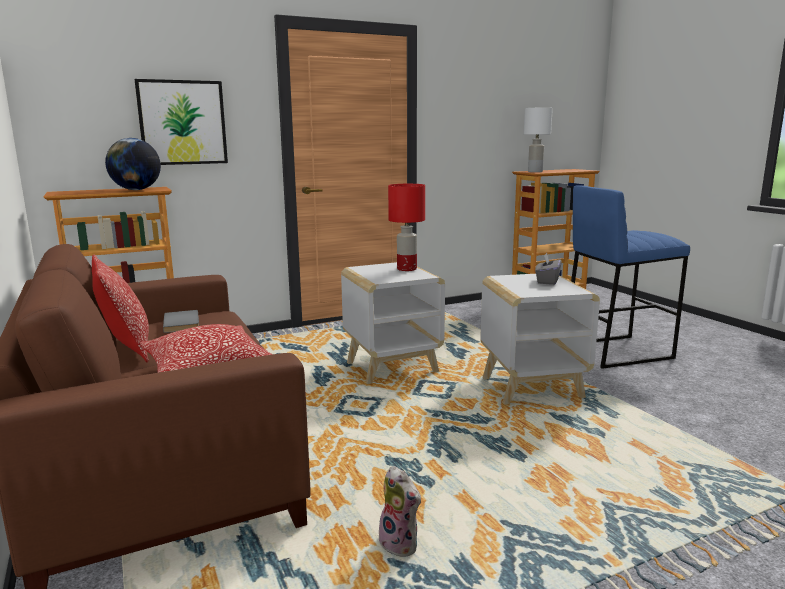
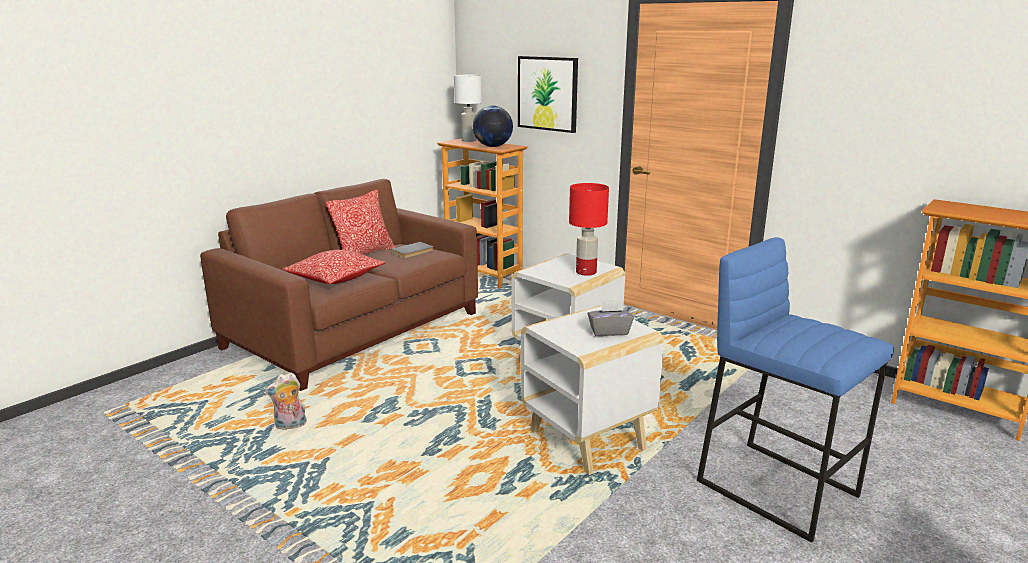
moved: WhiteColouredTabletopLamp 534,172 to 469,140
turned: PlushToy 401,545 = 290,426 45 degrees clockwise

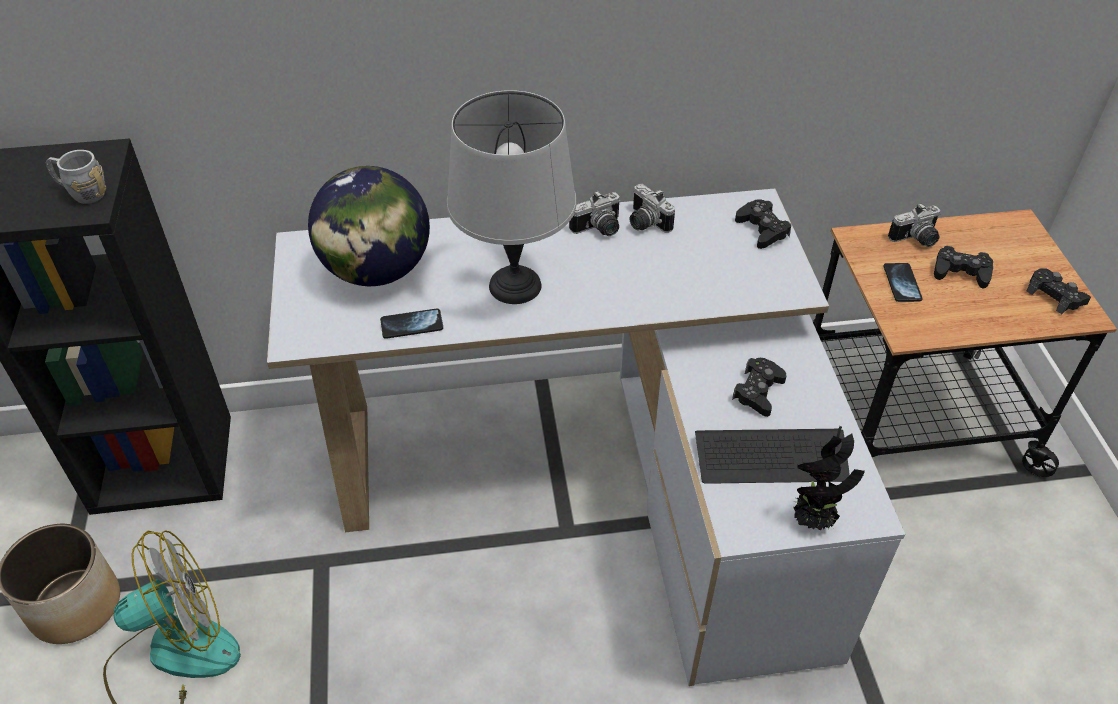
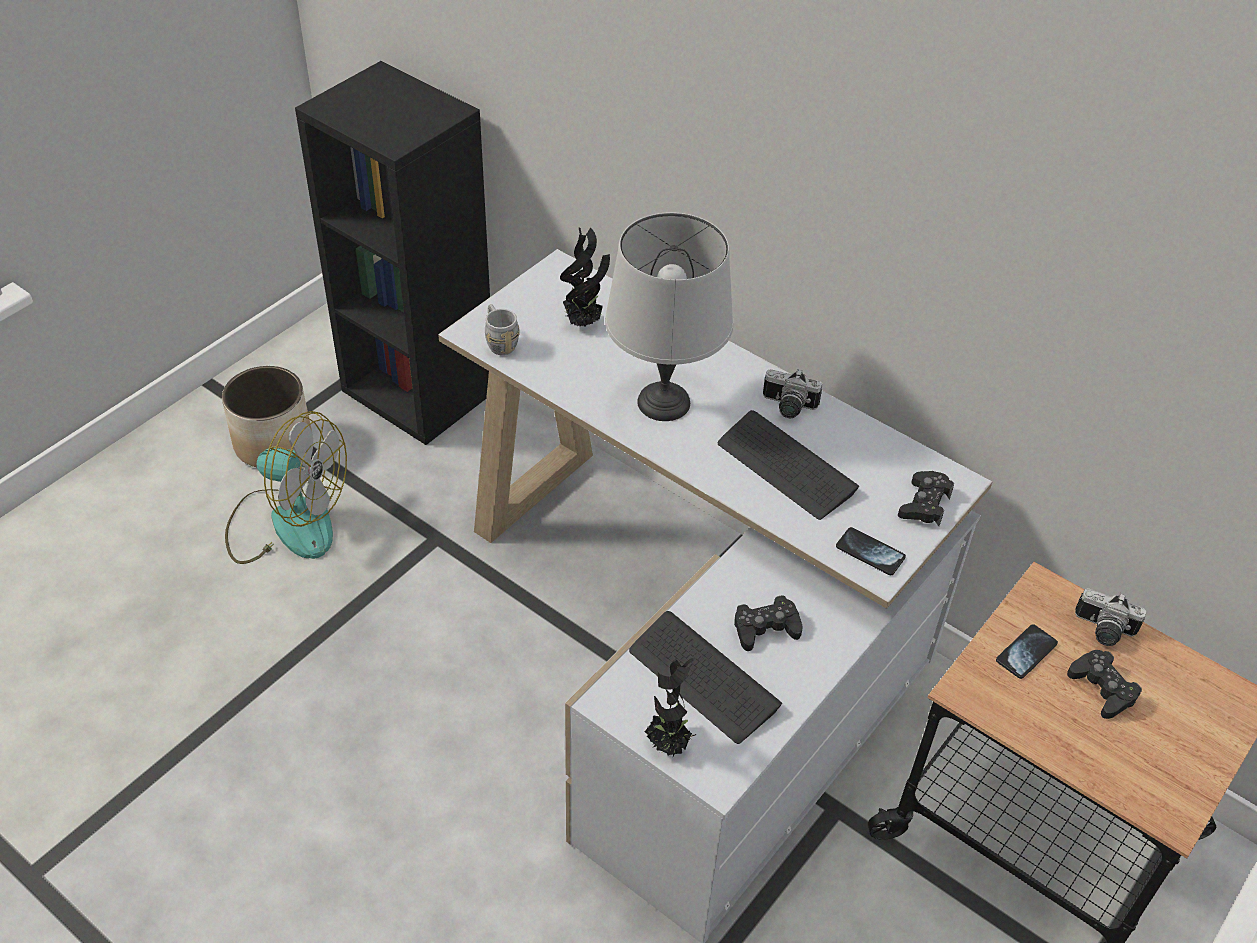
removed: PhotoCamera 645,223; BlackishGamepad 1055,296
added: PcKeyboard 785,467
moved: GreyishCoffeeMug 82,193 to 499,342; Telephone 412,325 to 870,552
replaced: Globe 376,271 to Houseplant 584,322

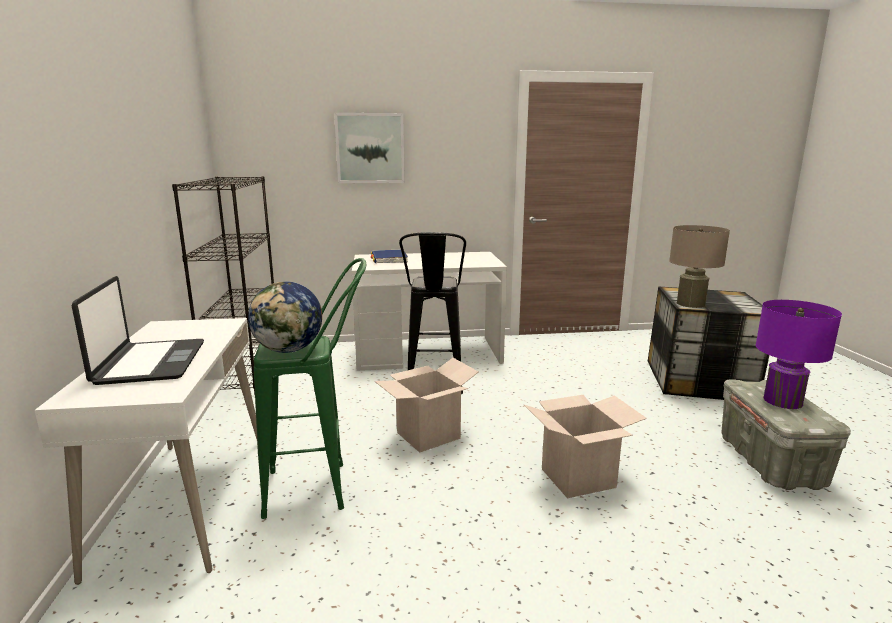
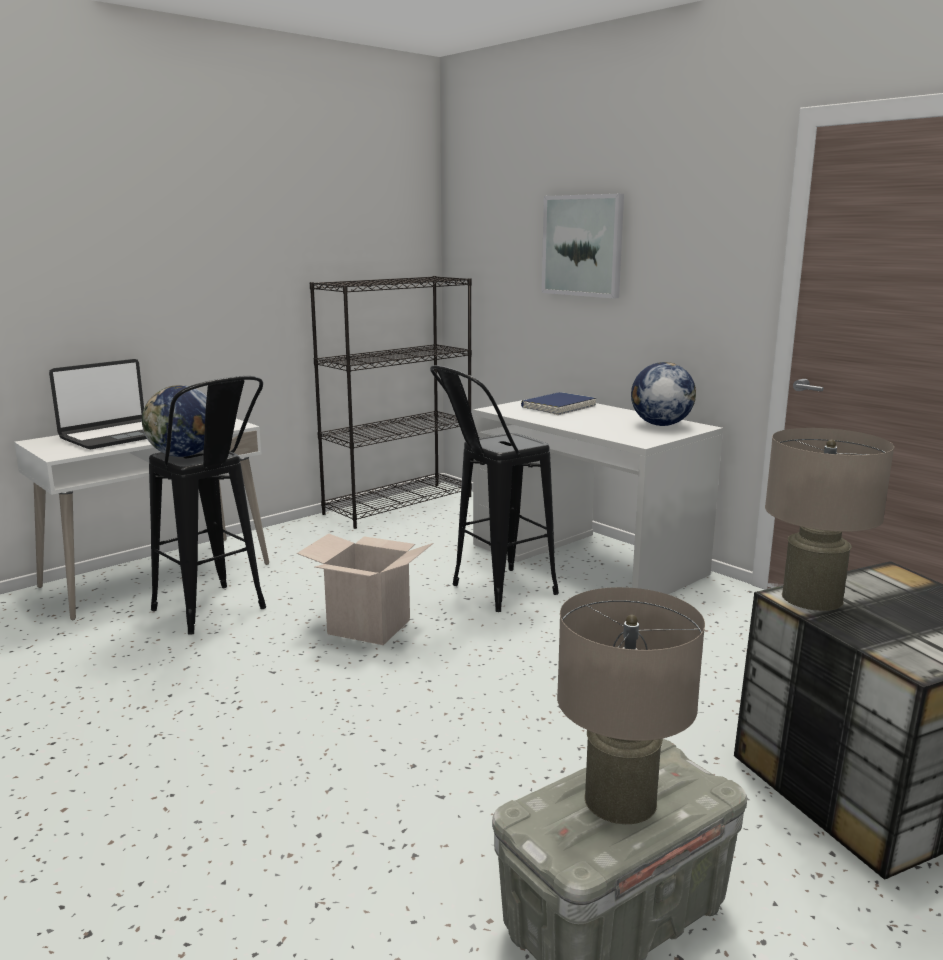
removed: CardboardBox 578,478
added: Globe 660,425
recoloured: GreenStoolSeat 322,488 to BlackishStoolSeat 217,615; PurpleTabletopLamp 783,401 to BeigeColouredTabletopLamp 620,800

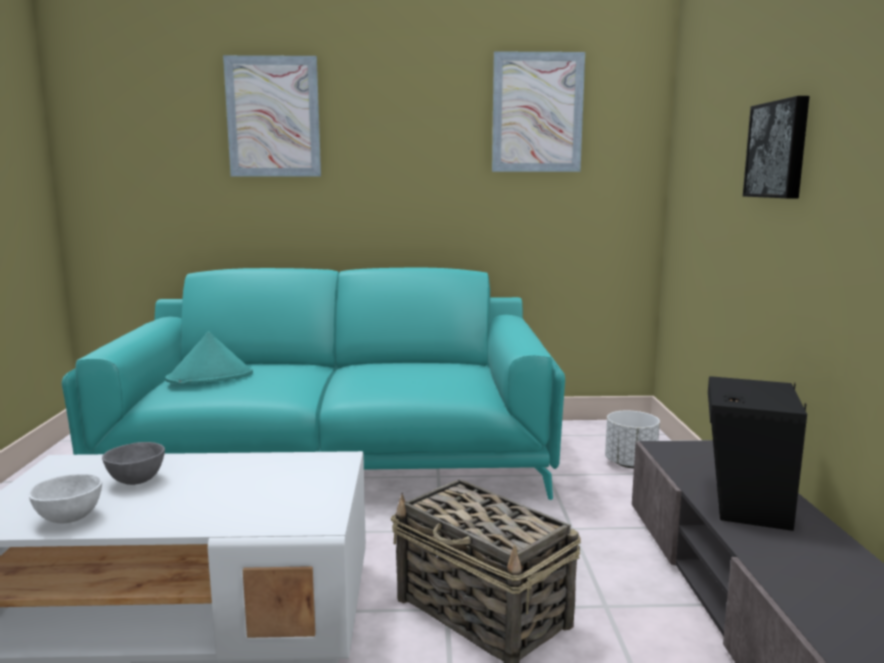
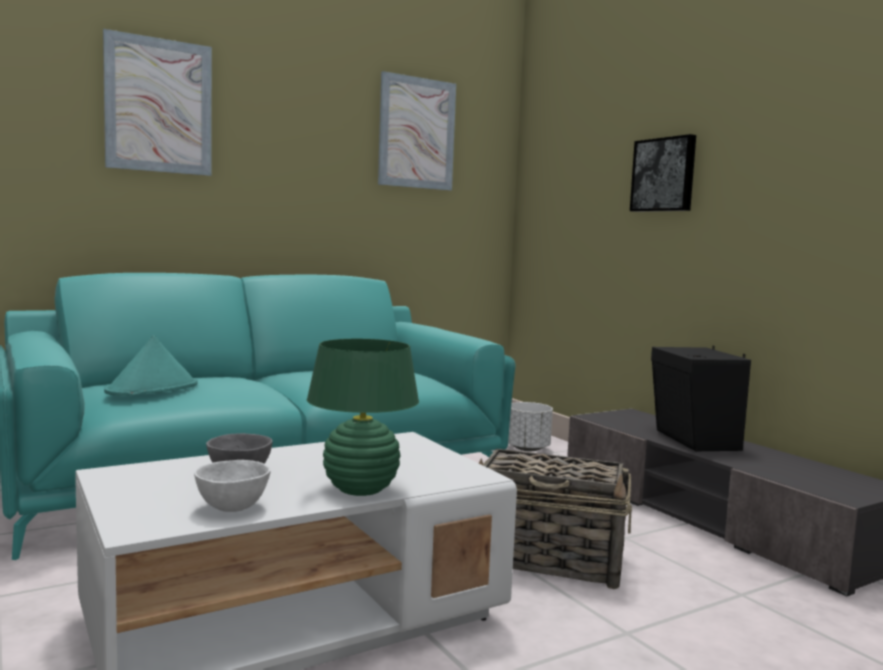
added: GreenTabletopLamp 360,489

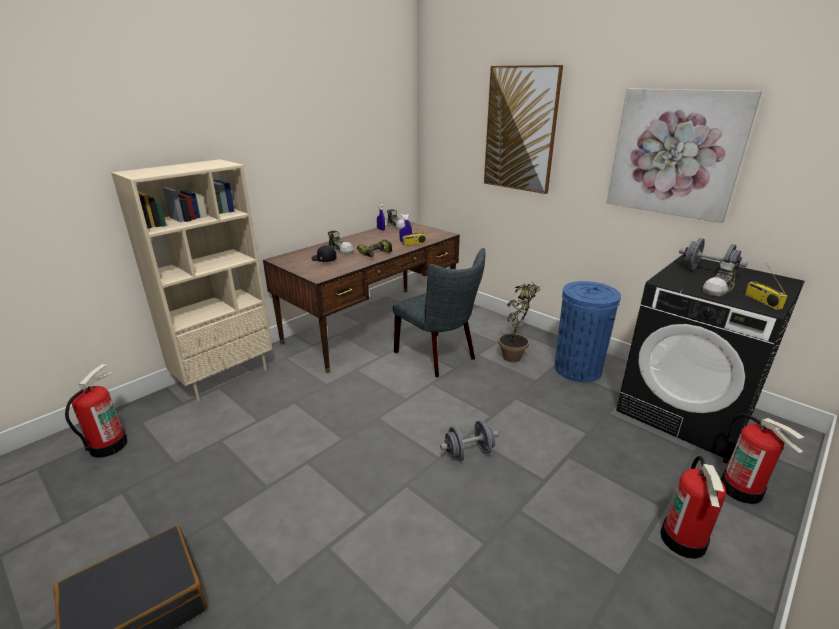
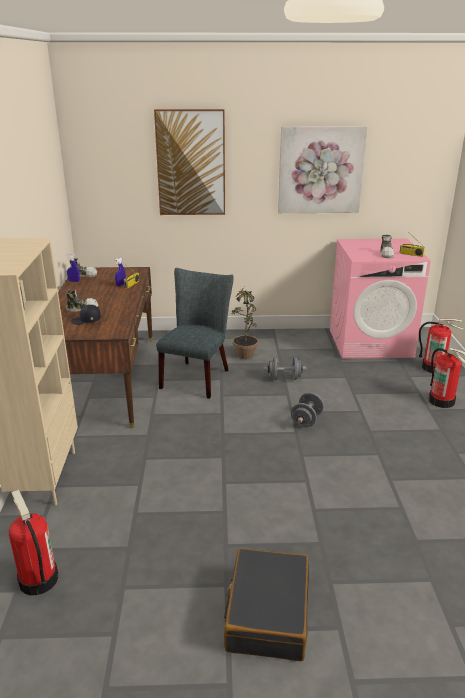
removed: Drill 376,254; BlueColouredTrashCan 578,369
moved: GreyishHandWeight 707,272 to 284,378
recoloured: BlackishLaundryMachine 686,411 to PinkColouredLaundryMachine 370,343
turned: GreyishUprightChair 439,356 = 197,377 75 degrees counterclockwise

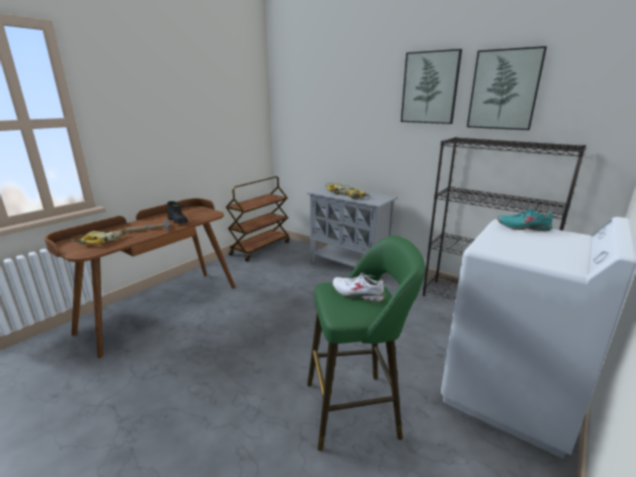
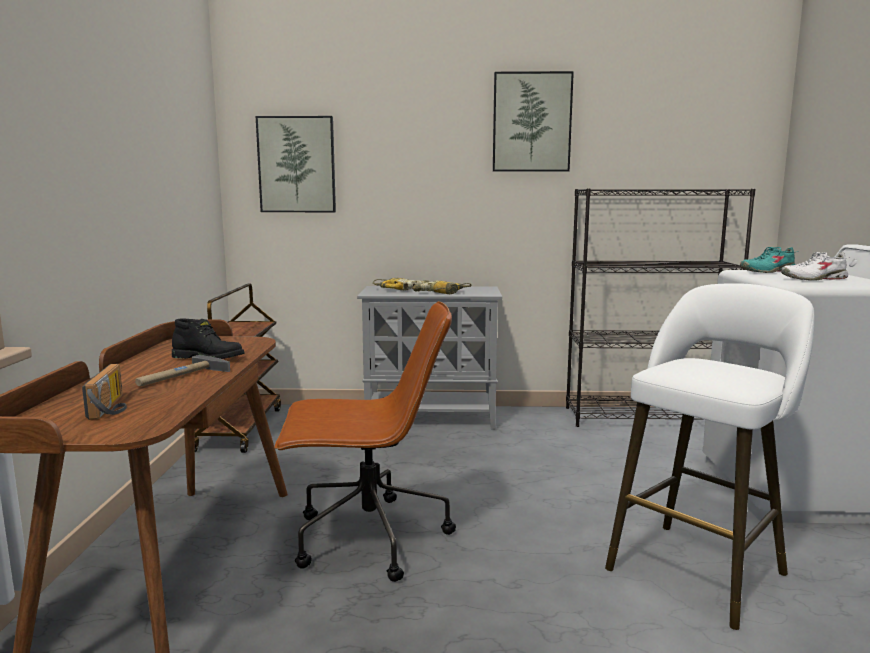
added: BrownColouredDeskChair 367,538
moved: WhiteColouredLowShoe 357,294 to 813,279; WallPicture 504,90 to 297,165
replaced: Drill 101,240 to RadioReceiver 113,407
recoloured: GreenStoolSeat 357,408 to WhiteColouredStoolSeat 700,567

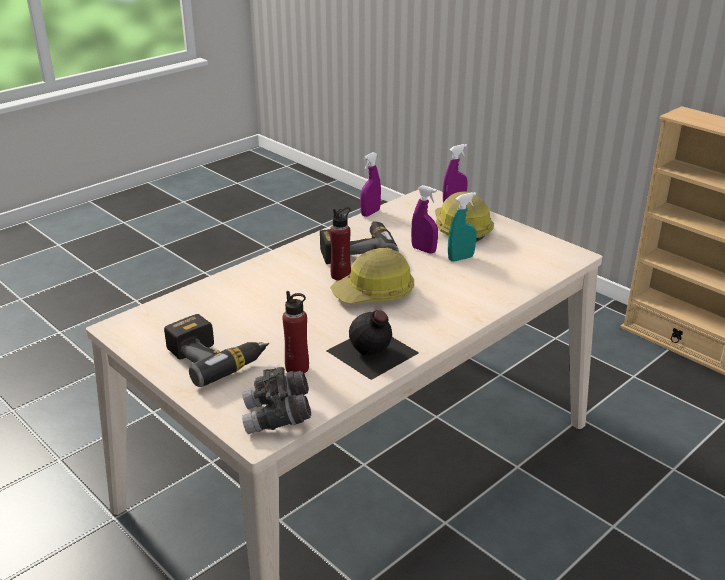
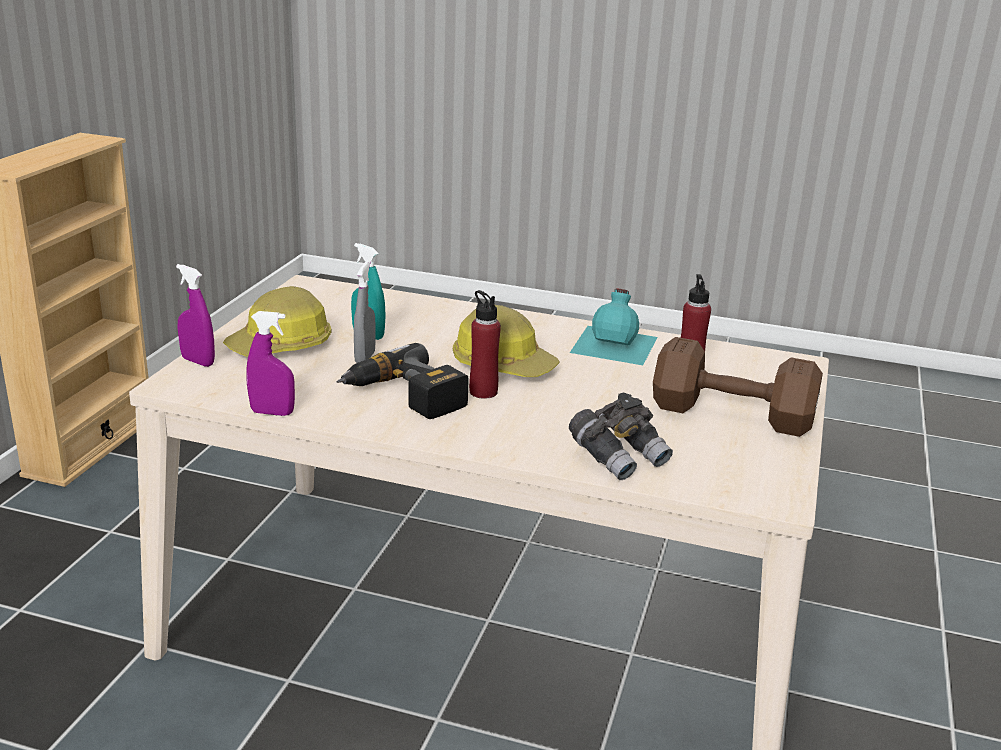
moved: GreyishFieldGlasses 277,417 to 619,457
replaced: Drill 216,357 to BrownColouredHandWeight 735,416
recoloured: BlackishBeverageBottle 372,352 to TurquoiseBeverageBottle 616,344; PurpleSprayer 423,250 to GreyishSprayer 365,357

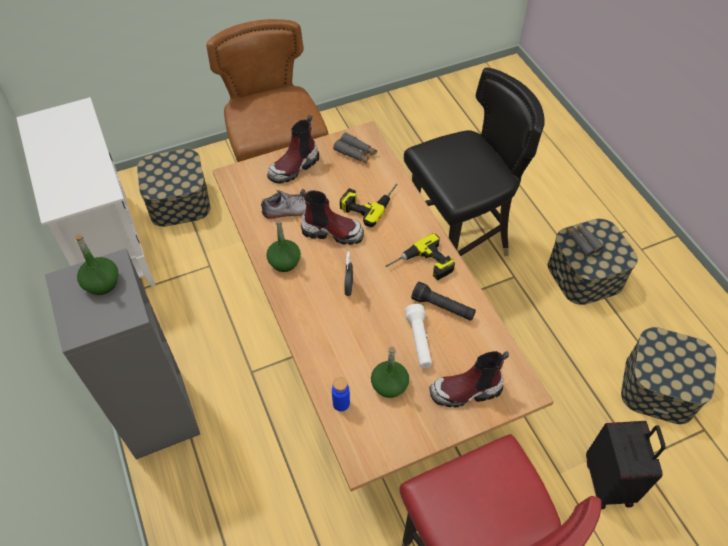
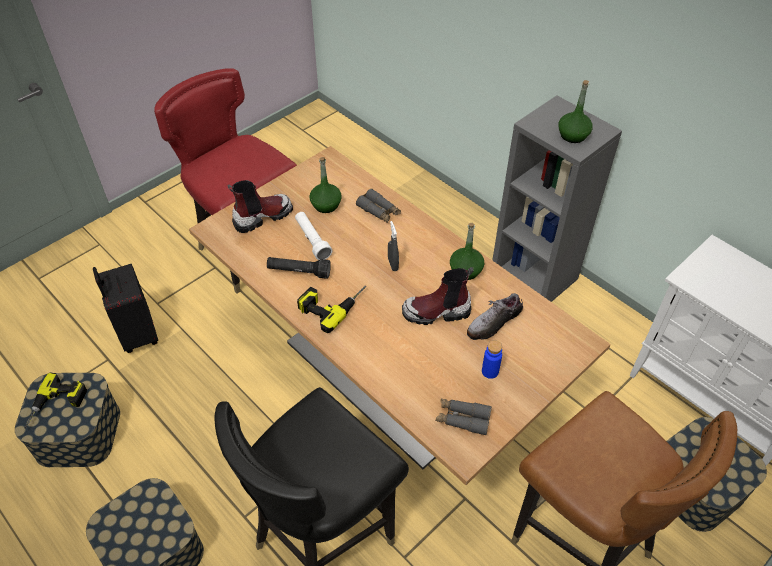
removed: TallBoot 294,167
moved: BlueColouredBeverageBottle 341,403 to 490,371; Drill 369,201 to 57,406; GreyishFieldGlasses 583,242 to 379,211

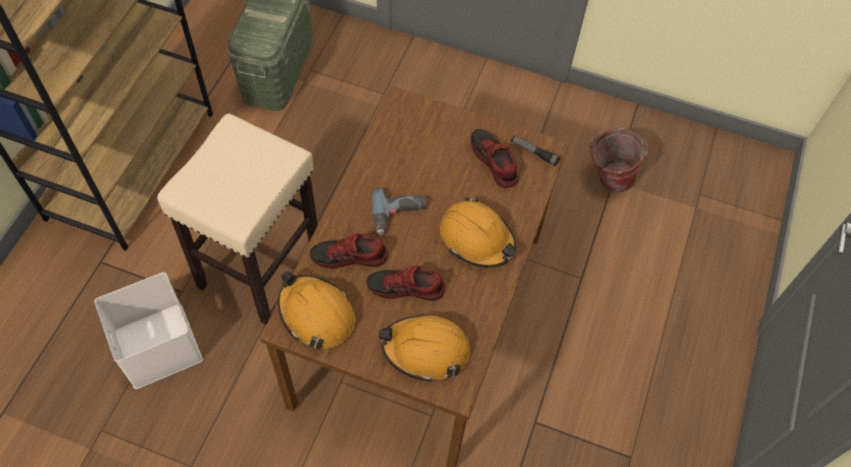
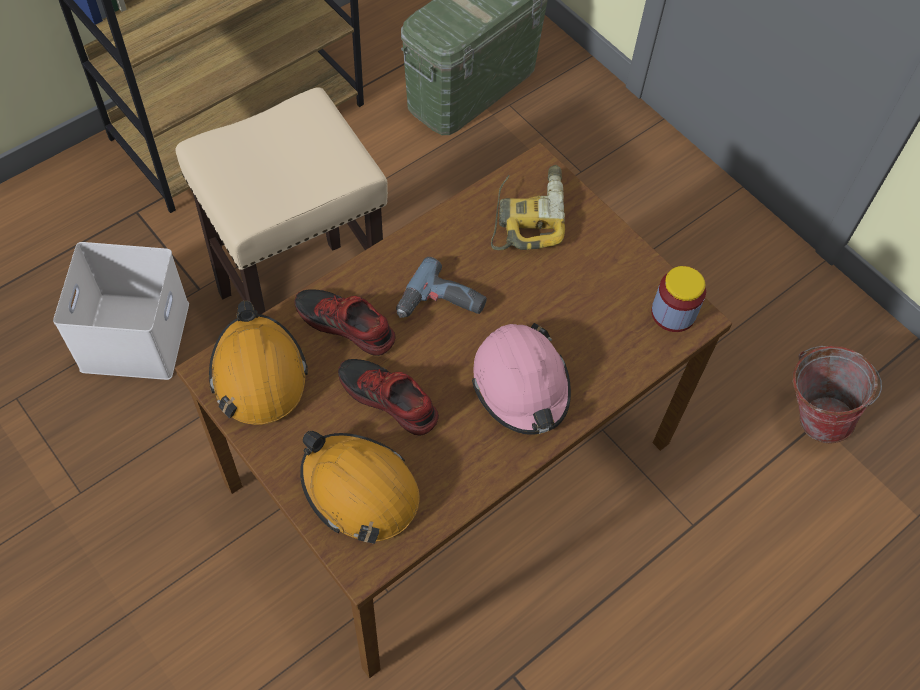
removed: LowShoe 493,162
added: Drill 527,214
replaced: HandTorch 534,153 to PreserveJar 673,313
recoloured: OrangeColouredWorkHelmet 477,239 to PinkColouredWorkHelmet 521,385

